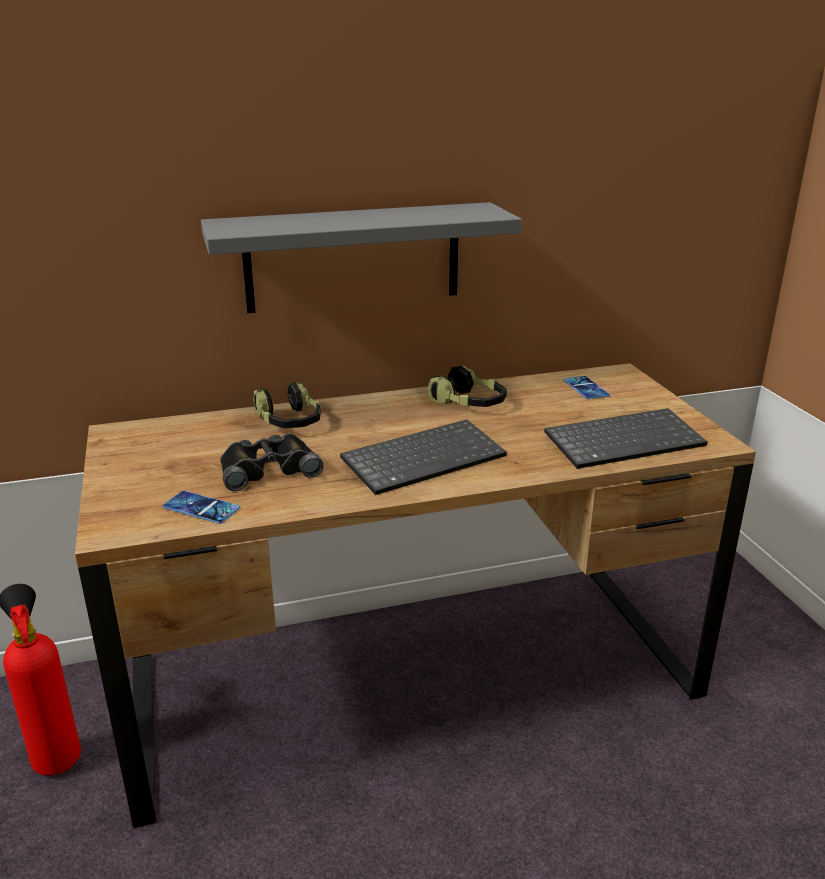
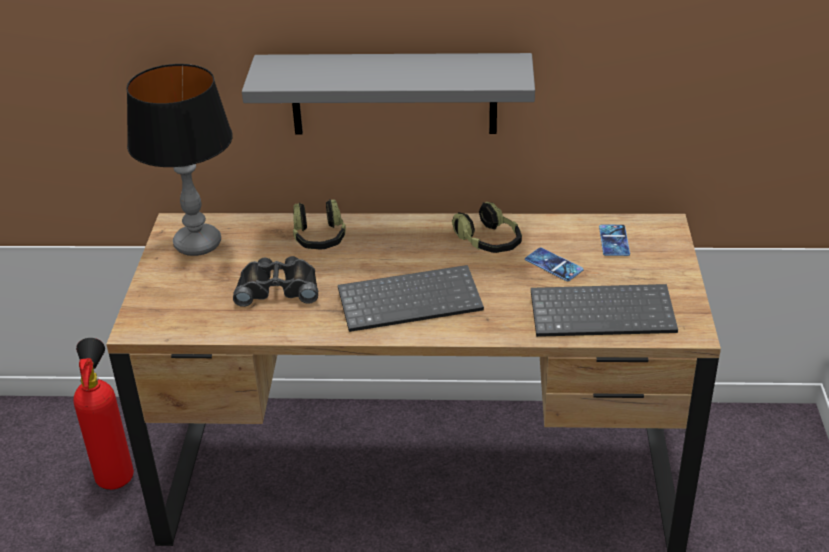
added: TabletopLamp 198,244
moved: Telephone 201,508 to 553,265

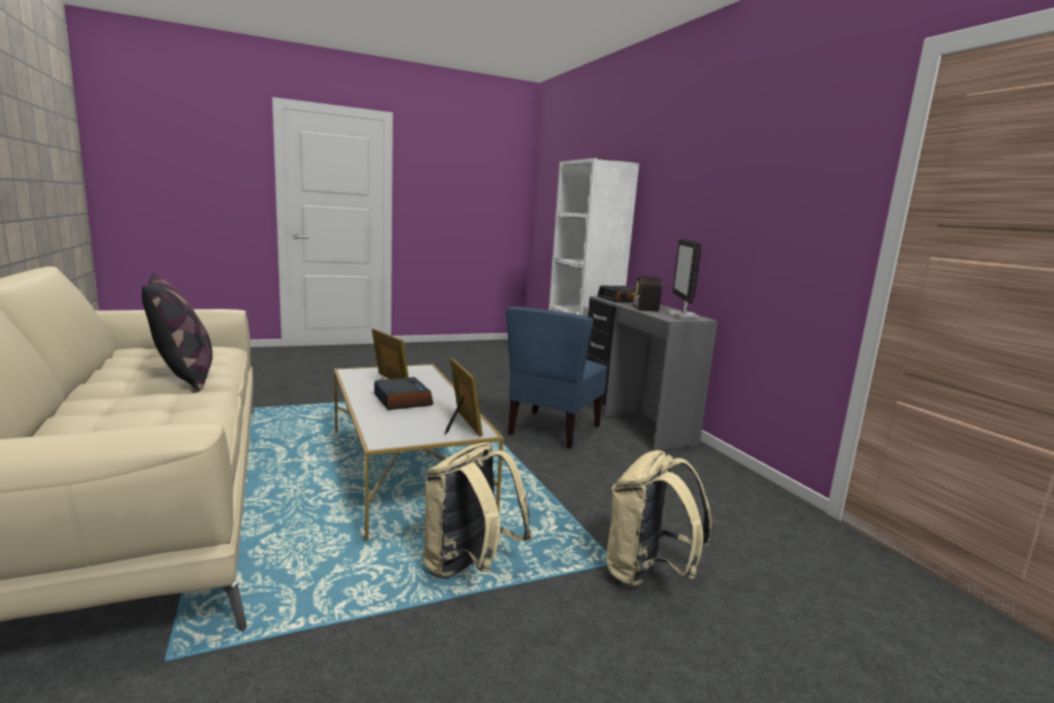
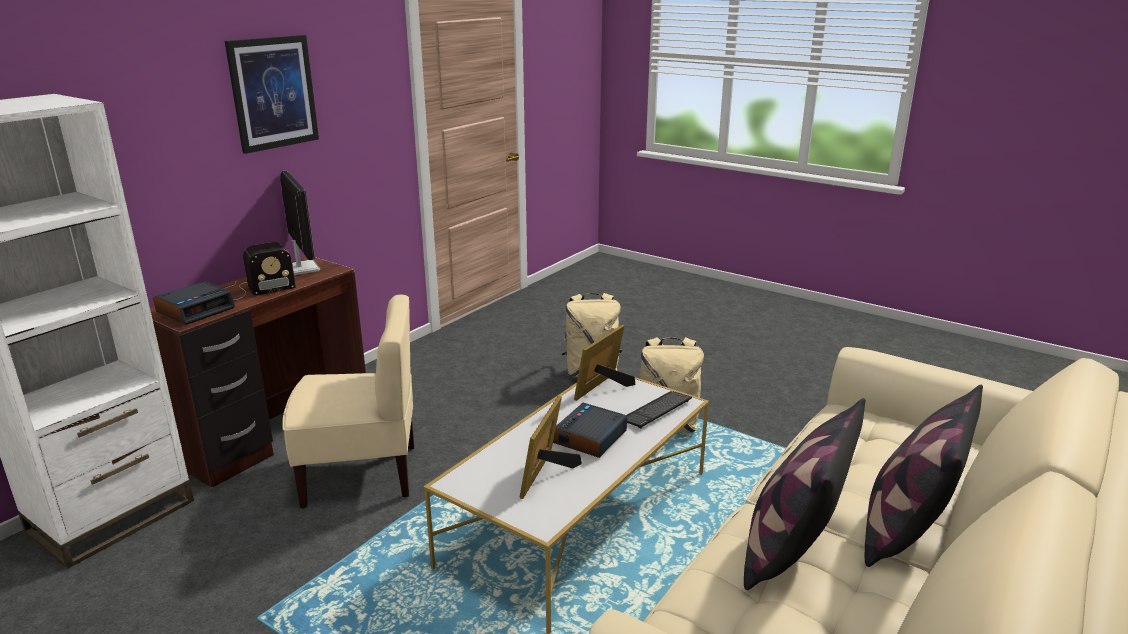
added: WallPicture 273,93; PcKeyboard 656,410; Cushion 906,531
recoloured: BlueColouredUprightChair 552,430 to BeigeColouredUprightChair 361,474; GreyishDesk 633,421 to BrownColouredDesk 278,433
turned: ComputerDisplay 683,315 = 300,268 90 degrees counterclockwise

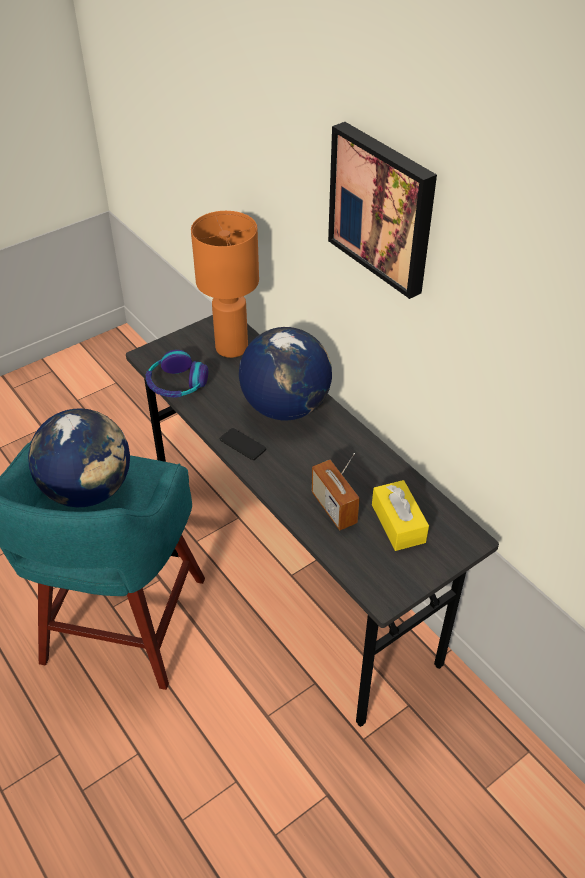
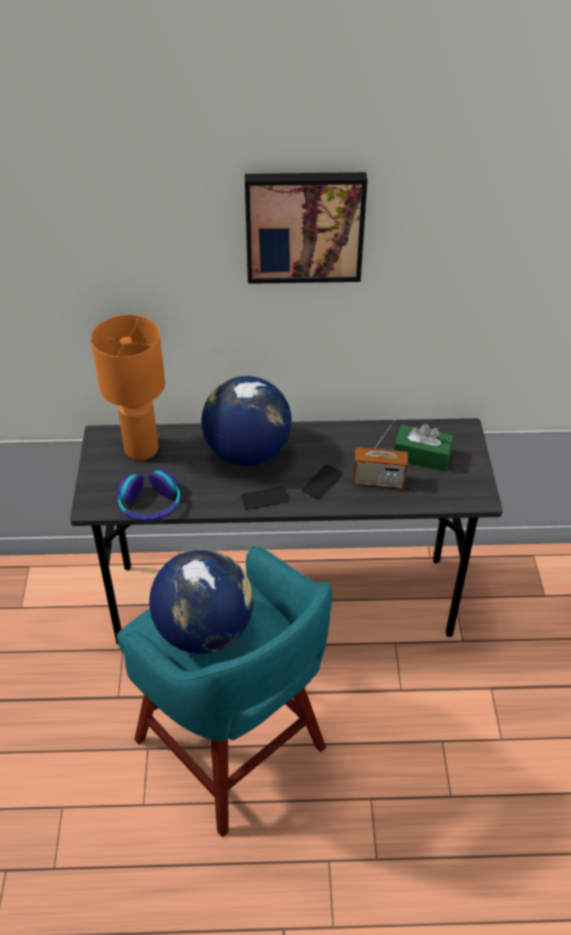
added: Telephone 322,482
recoloured: YellowishTissueHolder 398,523 to GreenTissueHolder 421,456

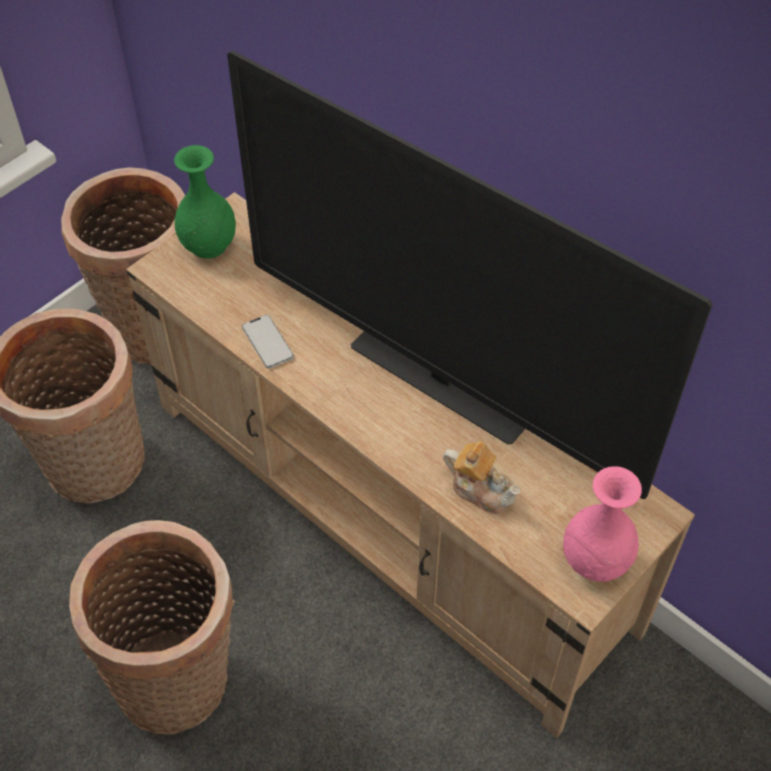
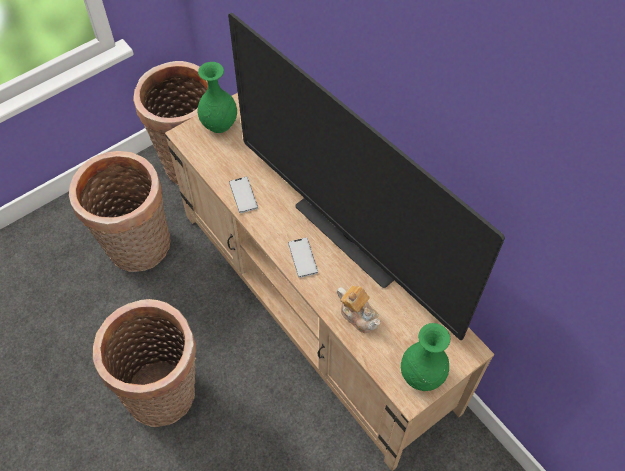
added: Telephone 303,258
recoloured: PinkColouredDecorativeVase 594,561 to GreenDecorativeVase 421,375

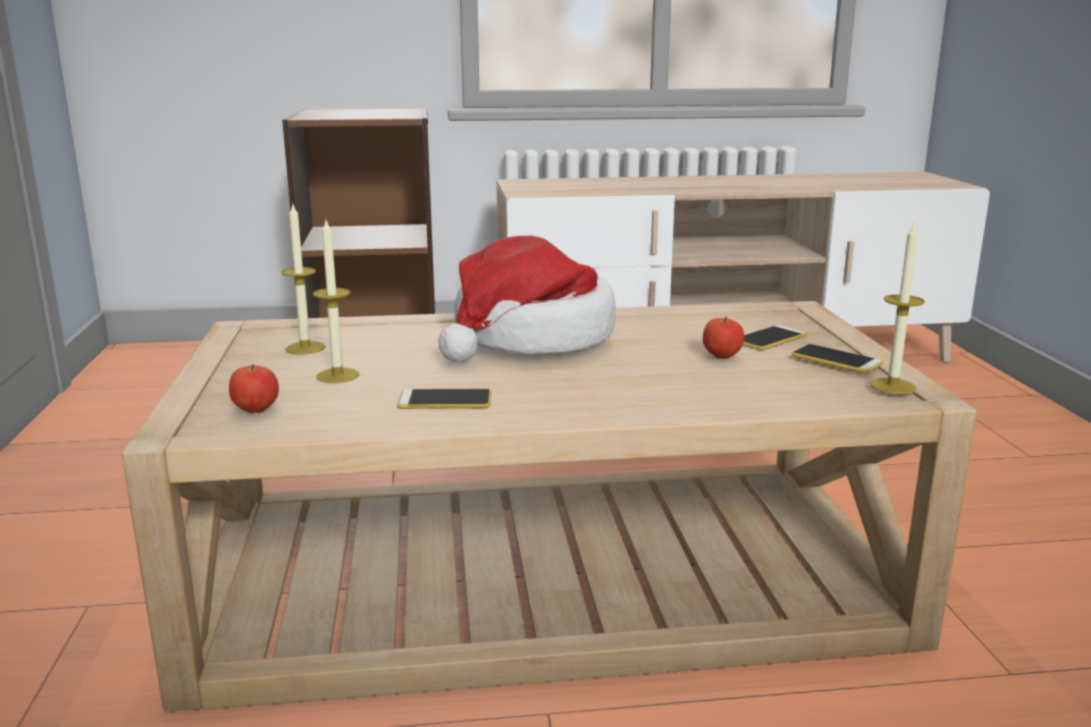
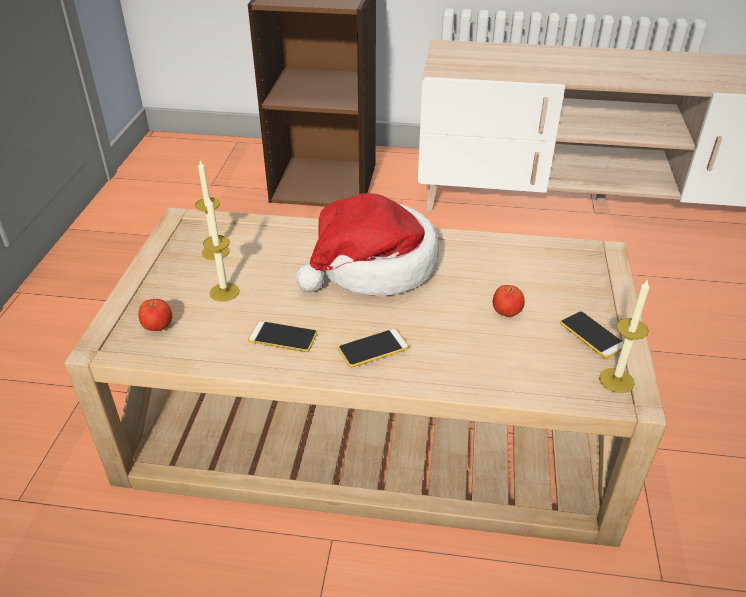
moved: Telephone 769,339 to 373,348

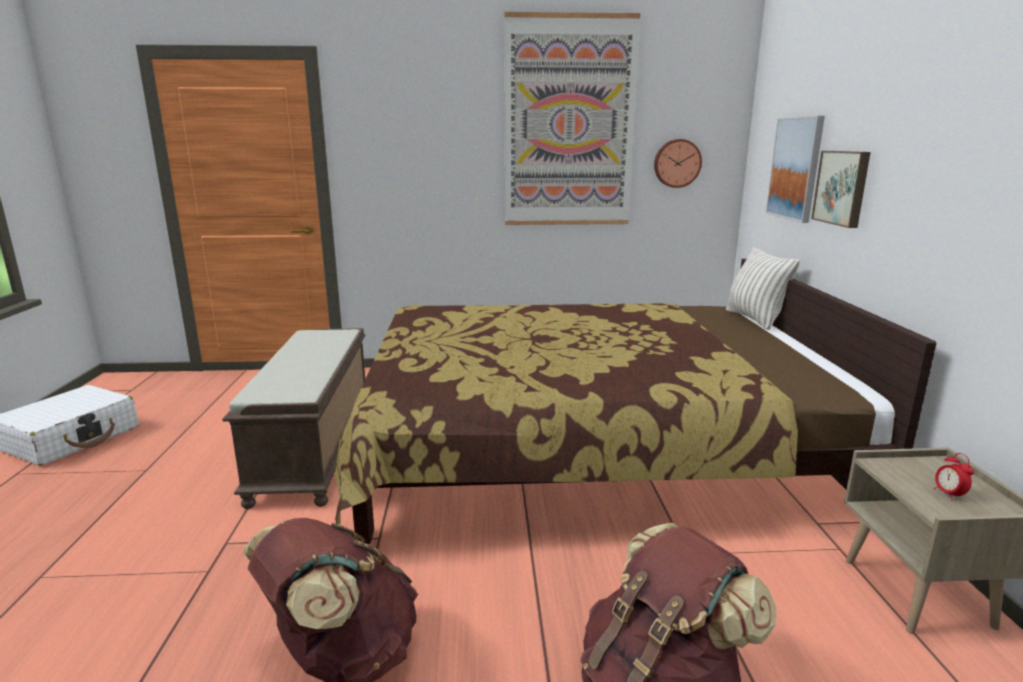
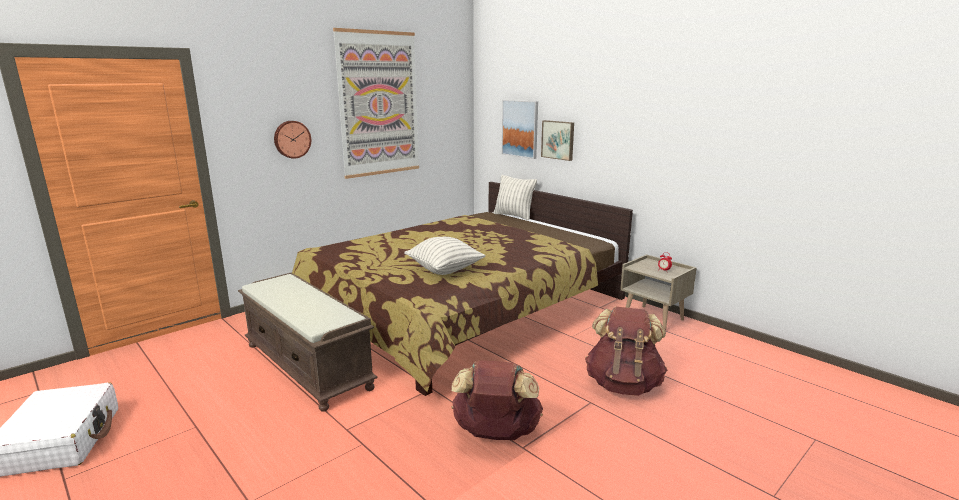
added: Cushion 444,270
moved: HangingClock 677,163 to 292,139

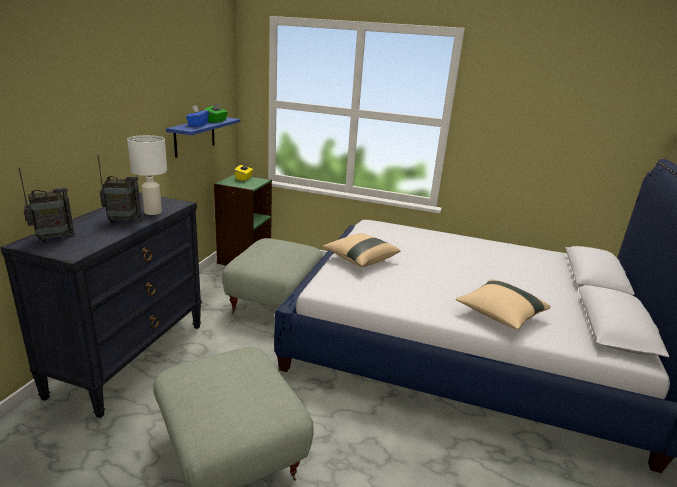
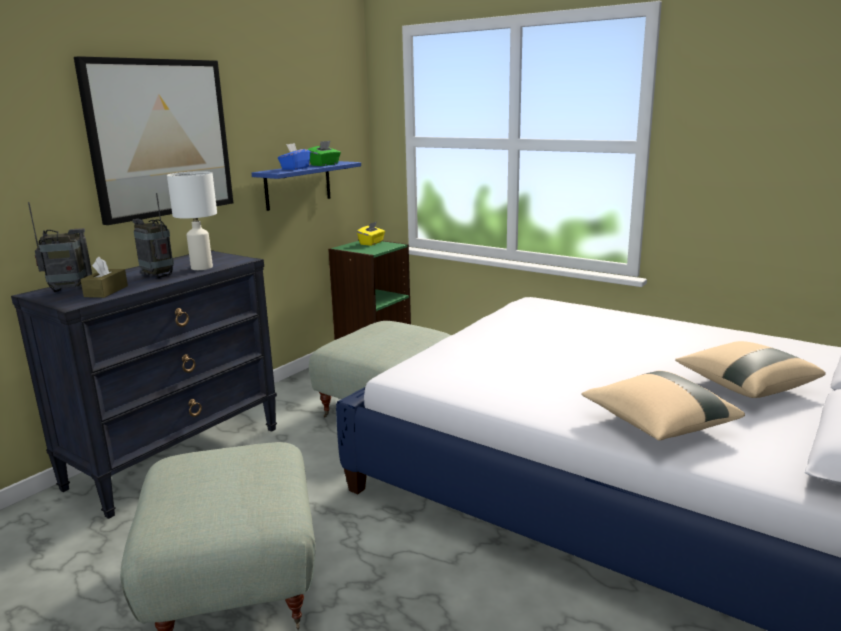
added: WallPicture 160,138; BrownColouredTissueHolder 106,291
moved: BeigeColouredCushion 360,259 to 744,385
turned: RadioReceiver 122,222 = 158,276 150 degrees counterclockwise

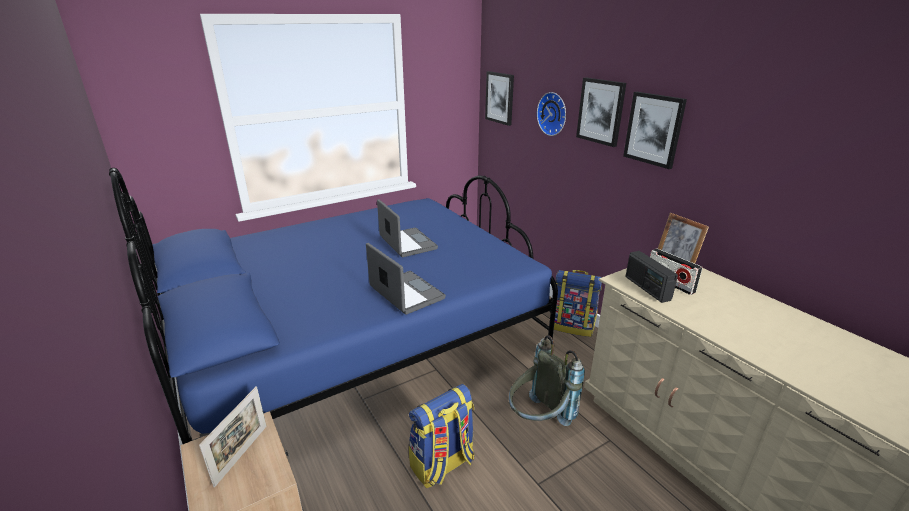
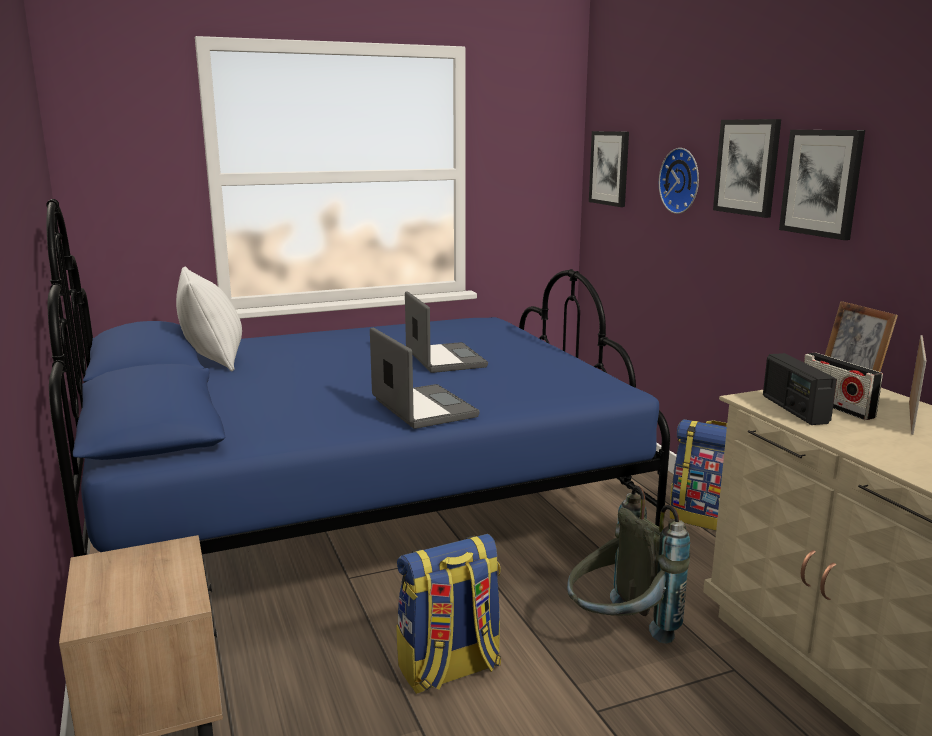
added: WhiteColouredCushion 213,360
moved: PictureFrame 241,454 to 911,417

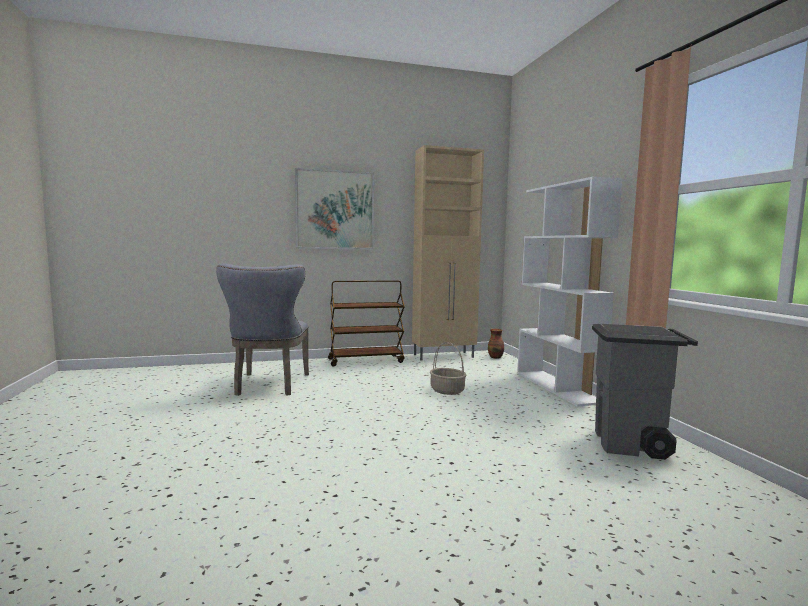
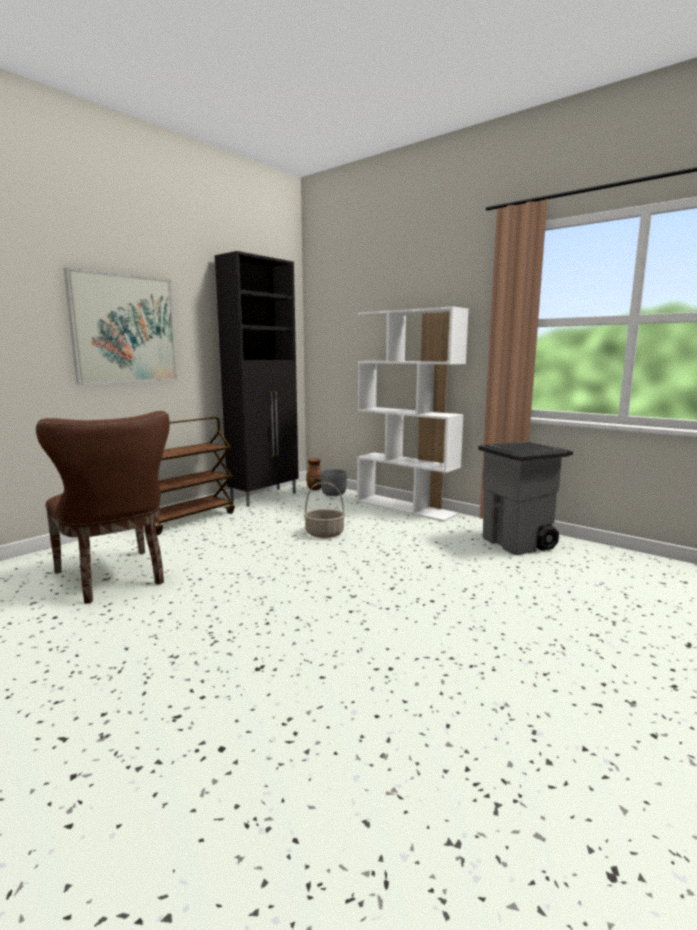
added: GreyishPlanter 333,494
recoloured: GreyishUprightChair 269,386 to BrownColouredUprightChair 115,579; BeigeColouredStorageCabinet 444,356 to BlackishStorageCabinet 265,497

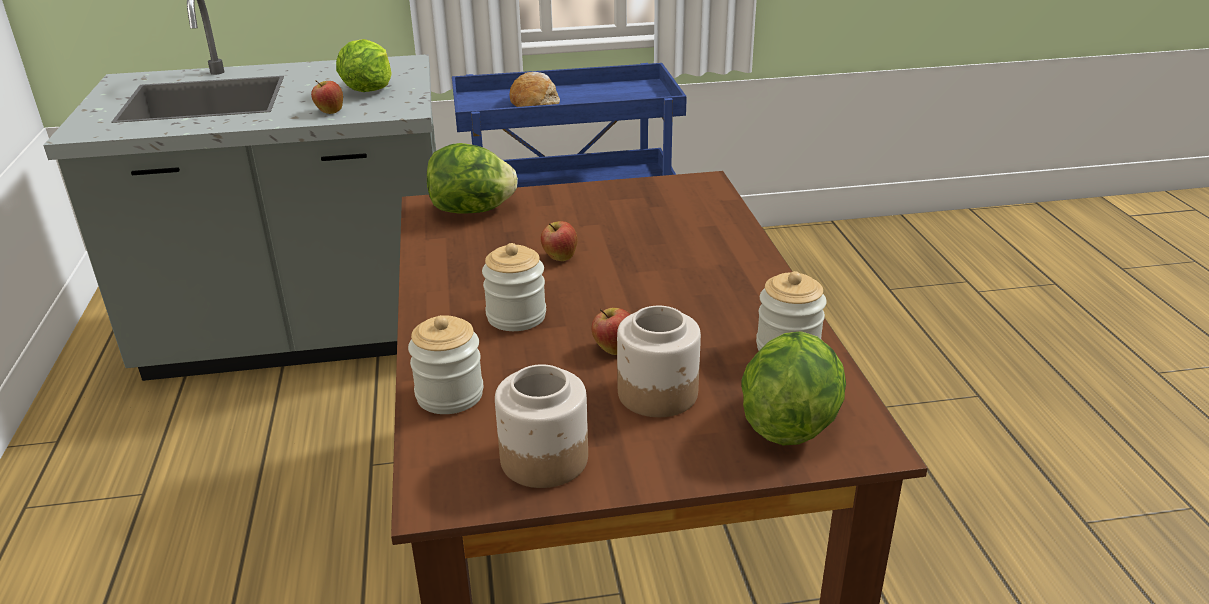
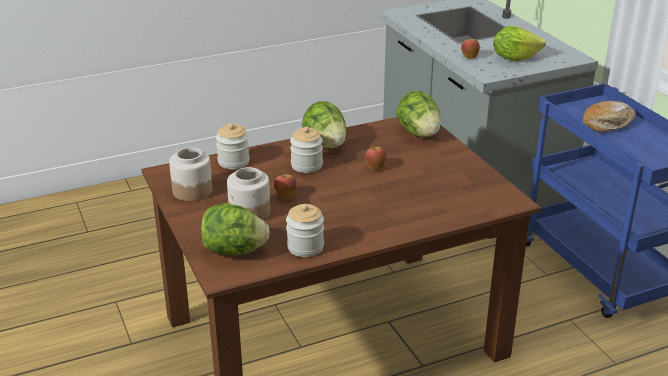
added: LettuceHead 325,144

